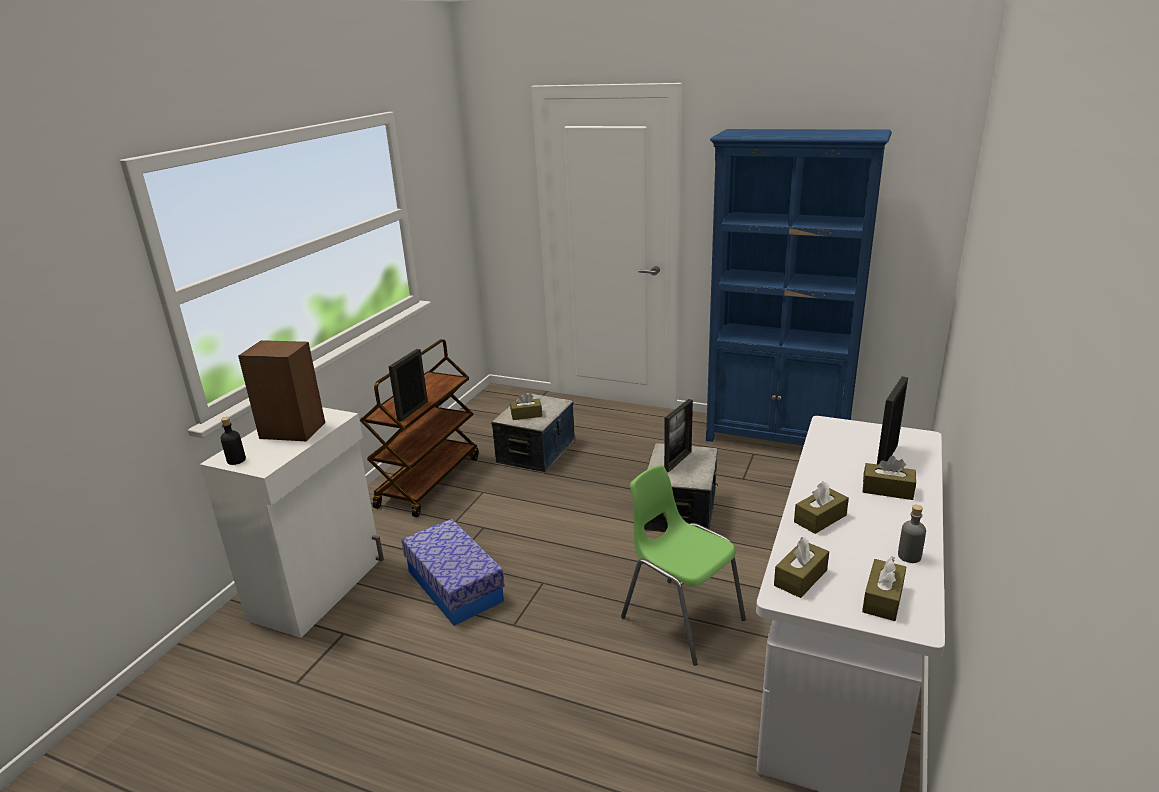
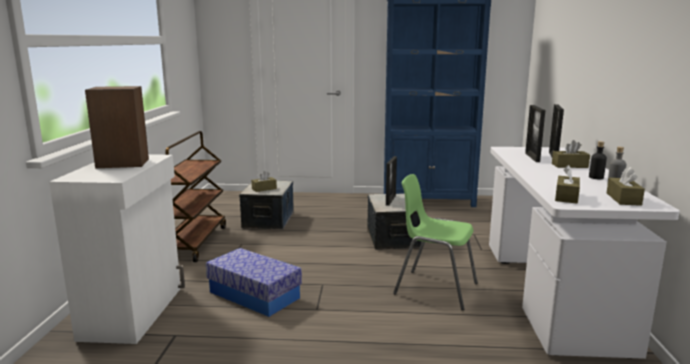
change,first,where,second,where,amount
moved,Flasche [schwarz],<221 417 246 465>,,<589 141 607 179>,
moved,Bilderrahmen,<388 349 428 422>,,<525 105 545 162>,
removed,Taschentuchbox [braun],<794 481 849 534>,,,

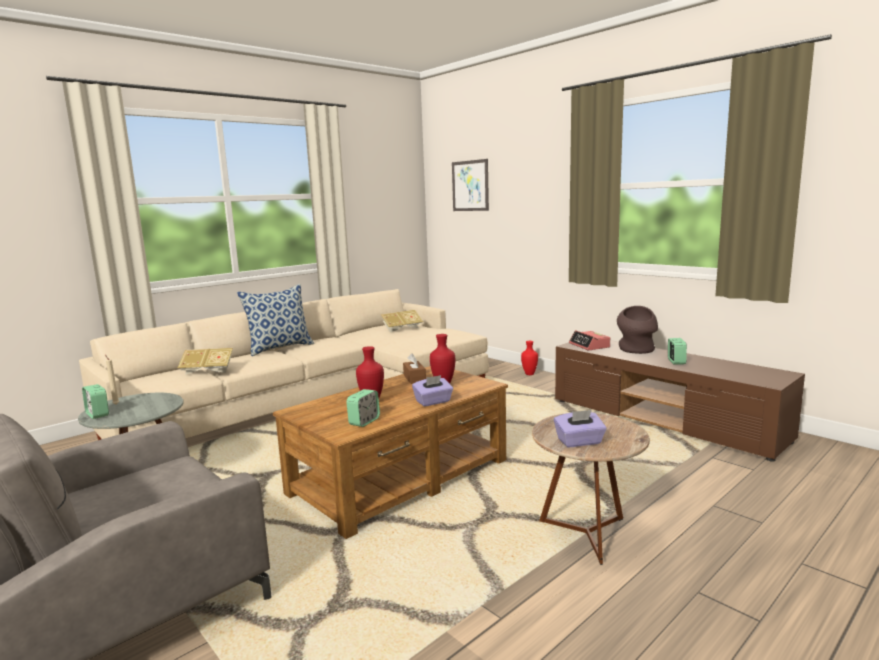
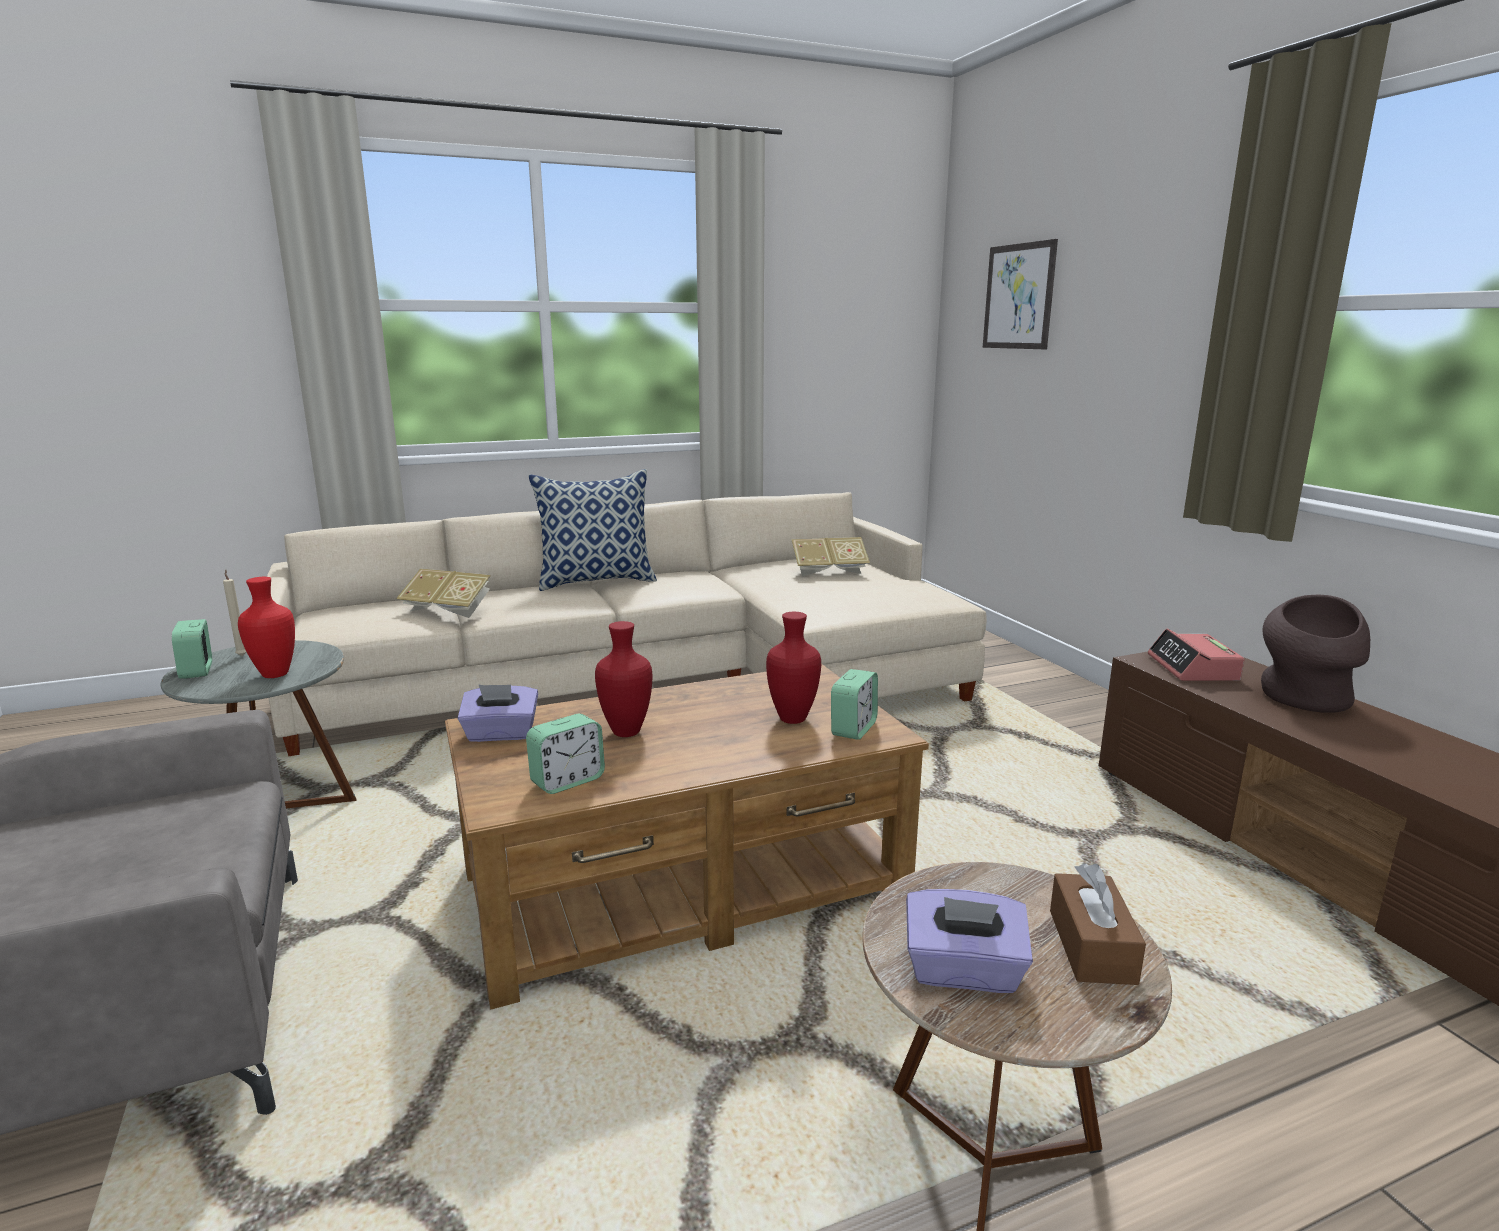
change,first,where,second,where,amount
moved,Taschentuchbox [braun],<403 353 426 384>,,<1050 863 1146 985>,
moved,Taschentuchbox [lila],<412 375 453 406>,,<458 685 538 742>,
moved,Vase [rot],<521 341 538 375>,,<238 577 295 678>,
moved,Wecker,<668 338 687 365>,,<831 669 878 740>,

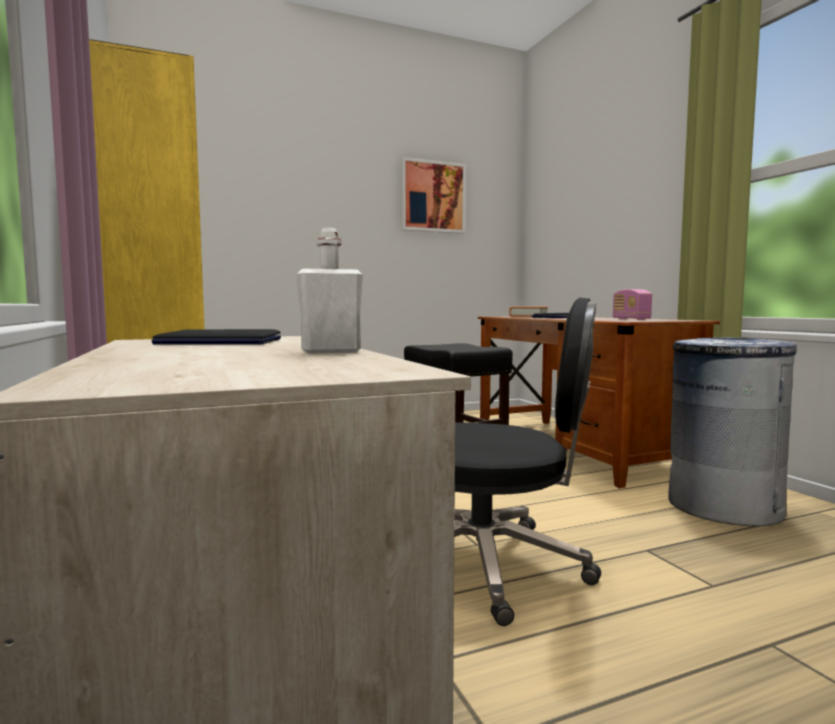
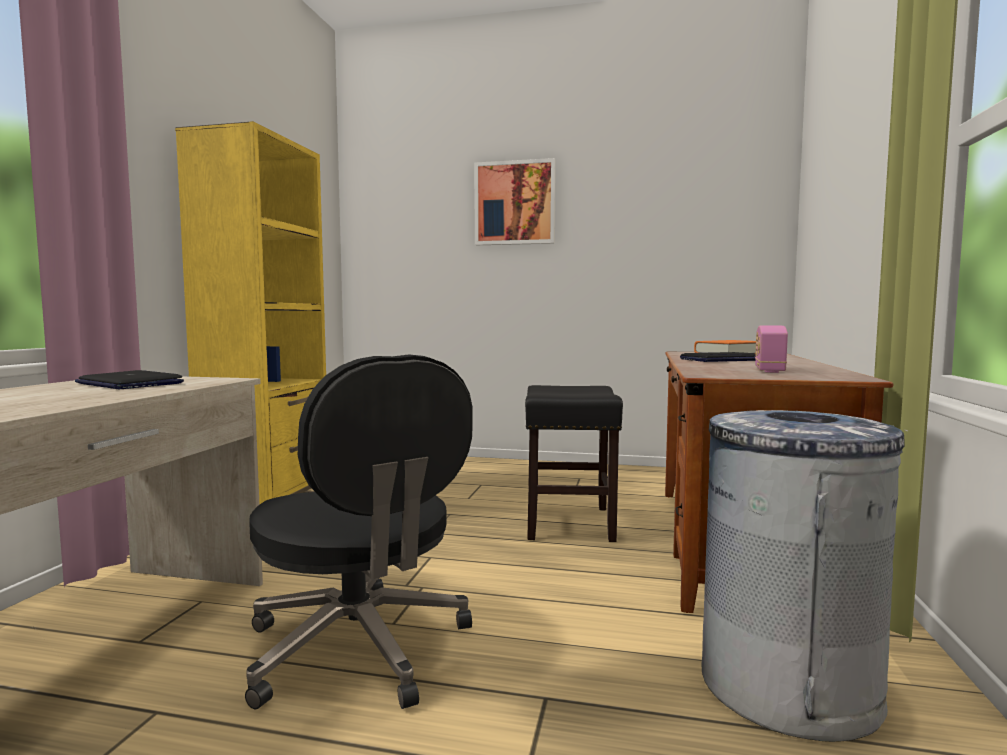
change,first,where,second,where,amount
removed,Flasche [weiß],<296 228 363 354>,,,
moved,Bild,<401 157 466 234>,,<474 158 556 245>,

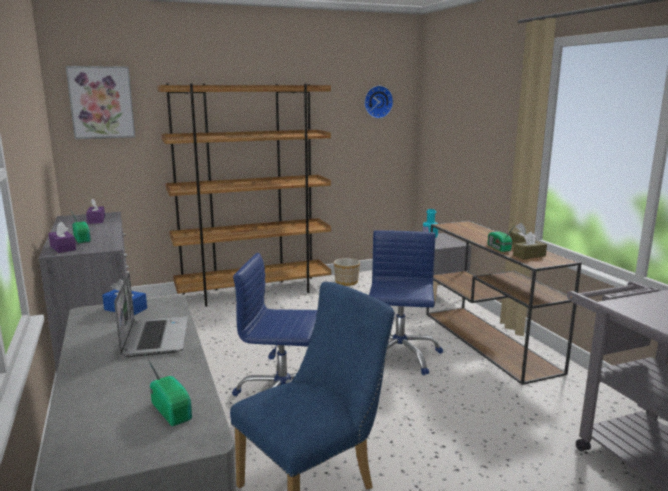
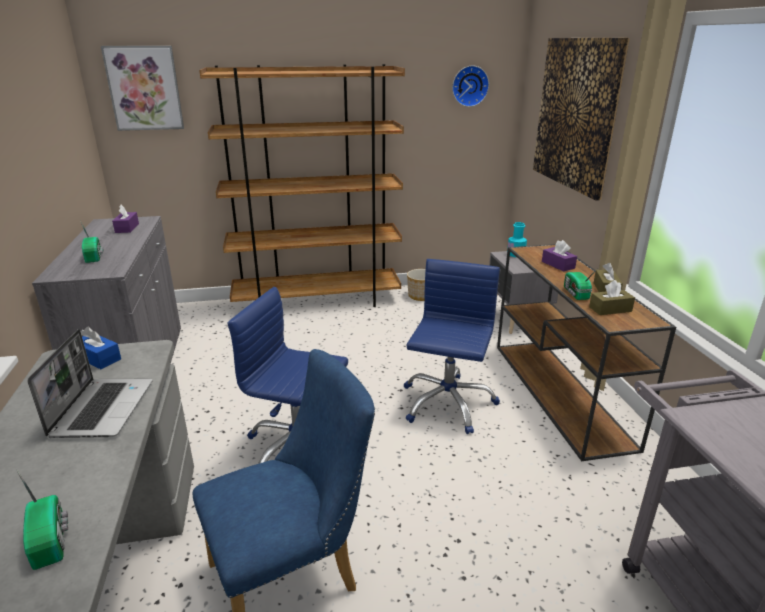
change,first,where,second,where,amount
moved,Taschentuchbox [lila],<48 222 76 253>,,<542 240 577 272>,
added,,,Bild,<533 38 630 200>,

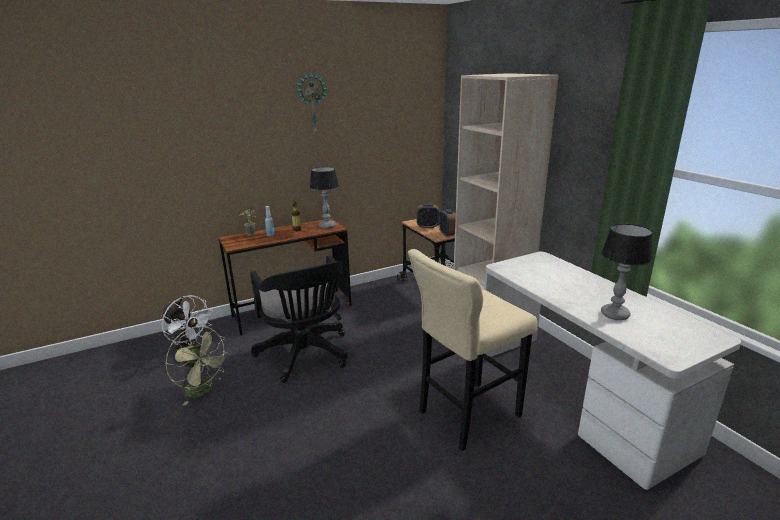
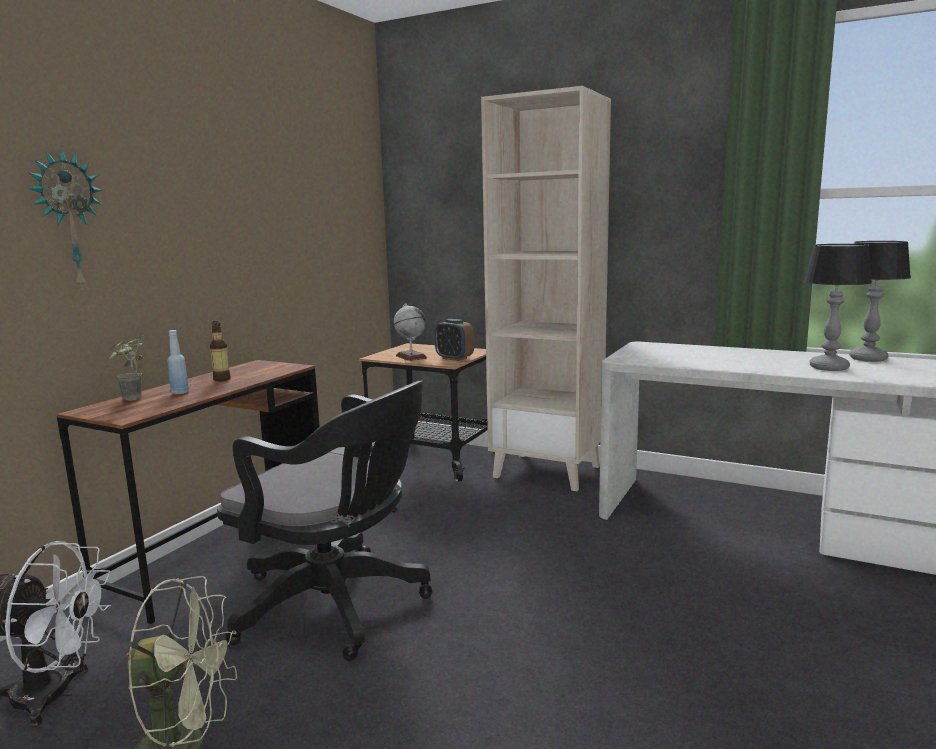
change,first,where,second,where,amount
moved,Wanduhr,<296 73 327 135>,,<28 149 102 291>,
moved,Tischlampe,<310 167 339 229>,,<849 241 911 362>,
removed,Hocker [beige],<408 249 537 451>,,,
replaced,Wecker,<417 204 439 228>,Globus,<394 303 427 361>,

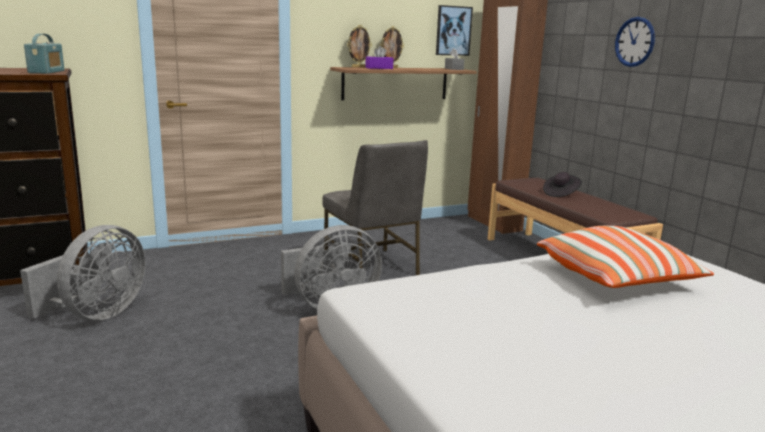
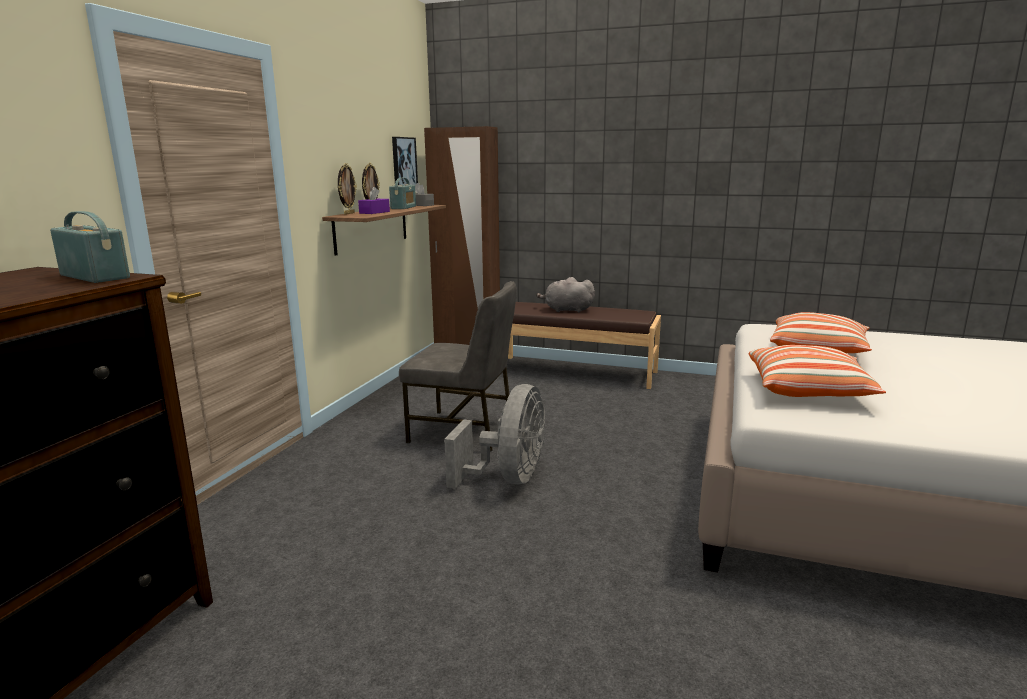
change,first,where,second,where,amount
removed,Ventilator [grau],<20 225 146 320>,,,
replaced,Hut [schwarz],<543 172 582 197>,Plüschtier [grau],<536 277 595 312>,
removed,Wanduhr,<615 17 655 67>,,,
added,,,Radio,<389 178 416 209>,
added,,,Kissen,<748 345 886 397>,

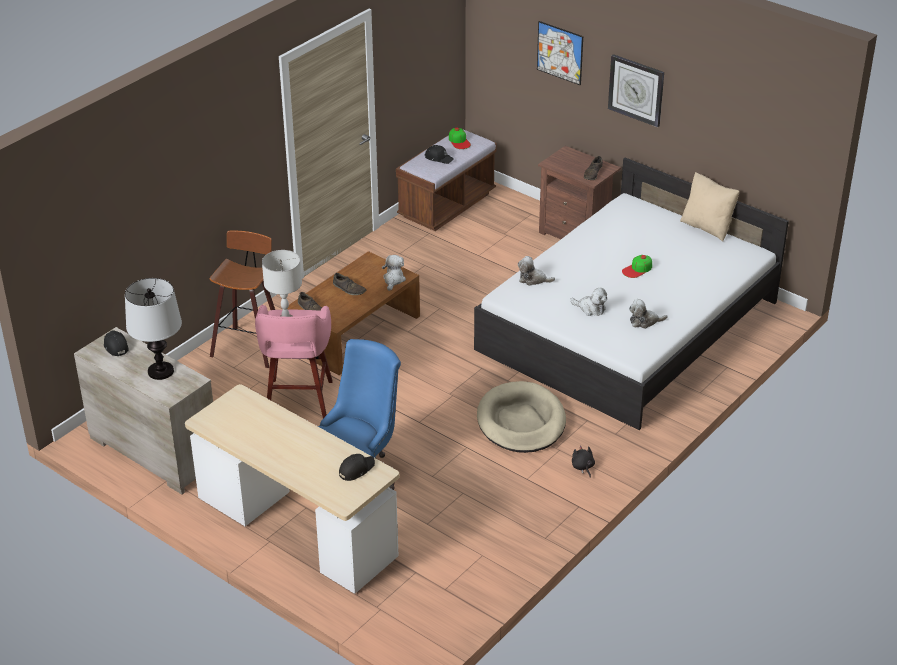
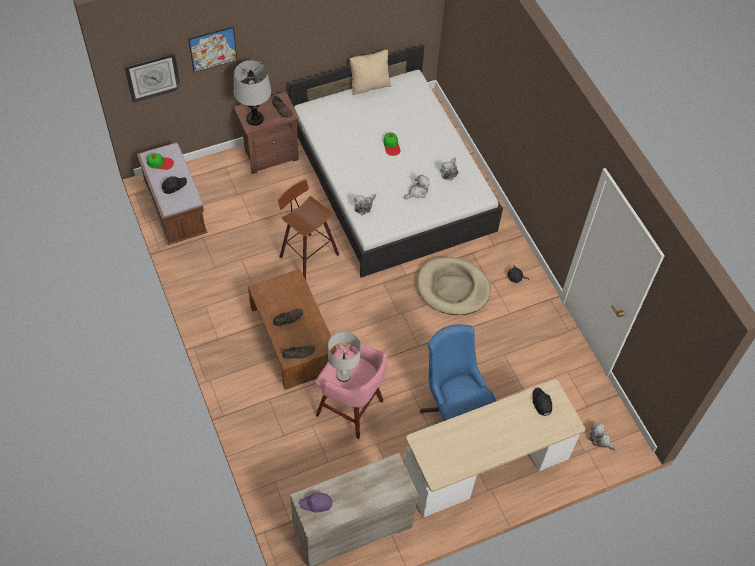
change,first,where,second,where,amount
recoloured,Kappe [schwarz],<104 330 129 356>,Kappe [lila],<299 493 332 512>,
moved,Tischlampe,<125 278 182 380>,,<234 60 271 126>,
moved,Hocker,<210 231 275 368>,,<278 179 339 280>,
moved,Plüschtier,<382 255 406 291>,,<588 423 617 451>,
moved,Wanduhr,<608 54 664 127>,,<124 52 181 103>,

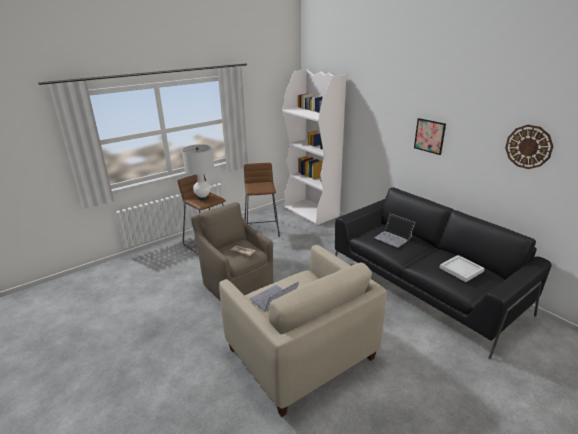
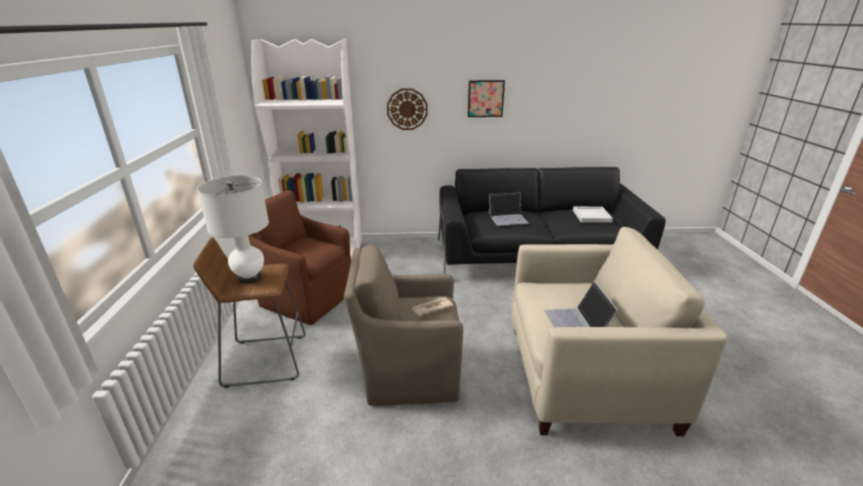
change,first,where,second,where,amount
replaced,Hocker [braun],<244 163 280 237>,Sessel [braun],<248 191 351 325>,
moved,Wanduhr,<505 125 553 169>,,<387 88 428 130>,

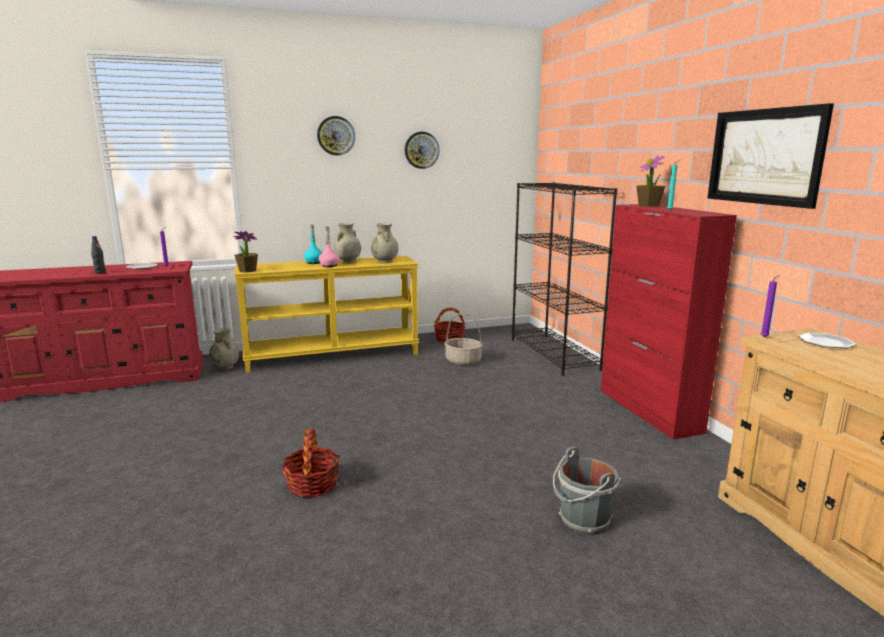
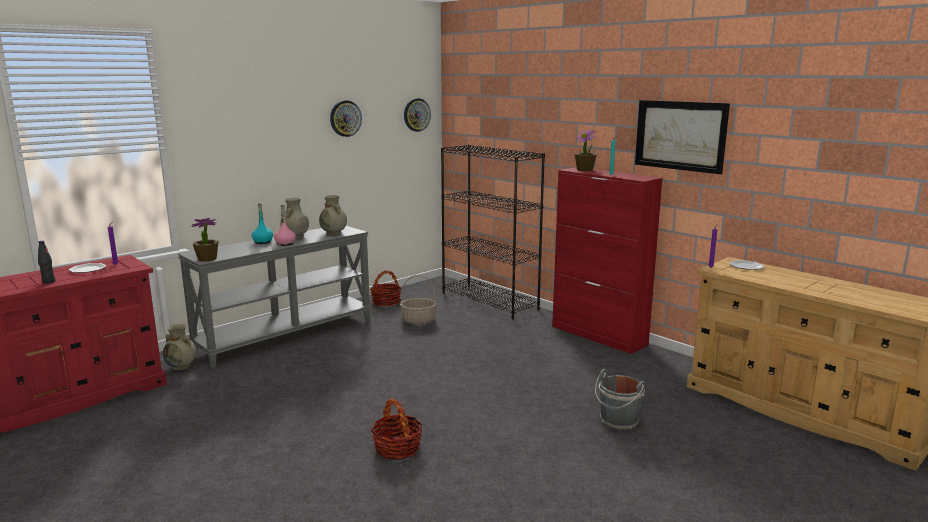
change,first,where,second,where,amount
recoloured,Konsolentisch [gelb],<234 256 419 373>,Konsolentisch [grau],<178 226 371 368>,
moved,Wanduhr,<317 116 355 155>,,<404 98 431 132>,

